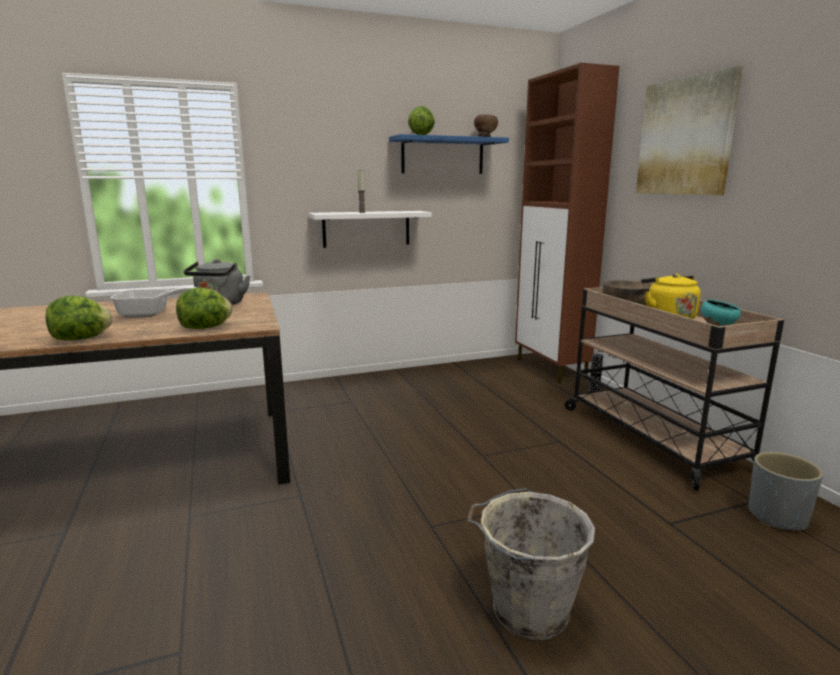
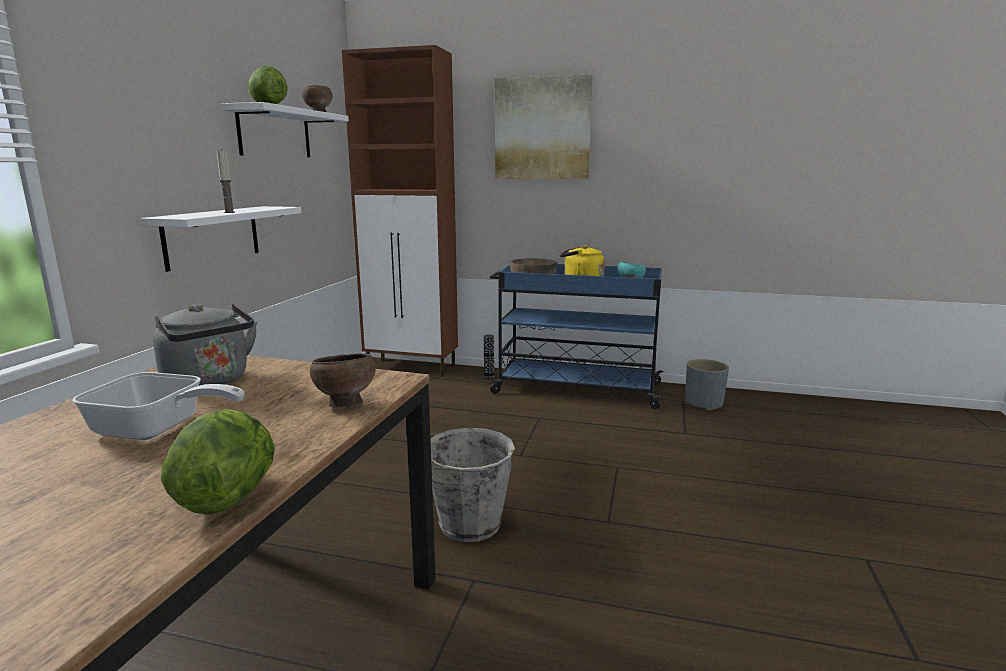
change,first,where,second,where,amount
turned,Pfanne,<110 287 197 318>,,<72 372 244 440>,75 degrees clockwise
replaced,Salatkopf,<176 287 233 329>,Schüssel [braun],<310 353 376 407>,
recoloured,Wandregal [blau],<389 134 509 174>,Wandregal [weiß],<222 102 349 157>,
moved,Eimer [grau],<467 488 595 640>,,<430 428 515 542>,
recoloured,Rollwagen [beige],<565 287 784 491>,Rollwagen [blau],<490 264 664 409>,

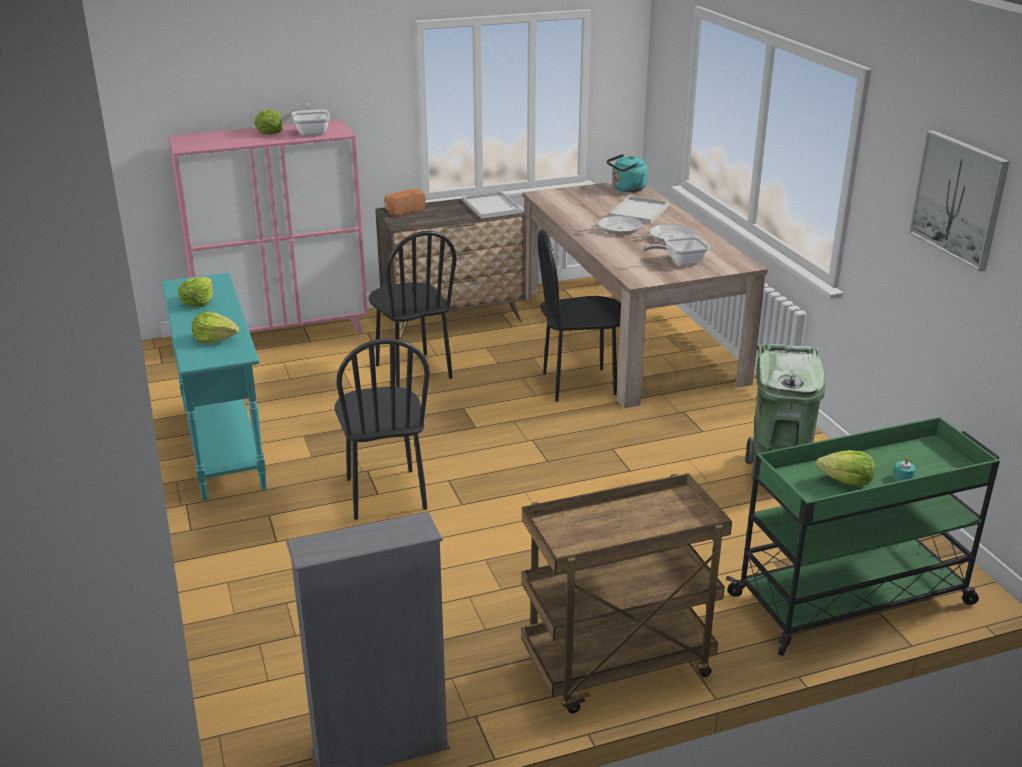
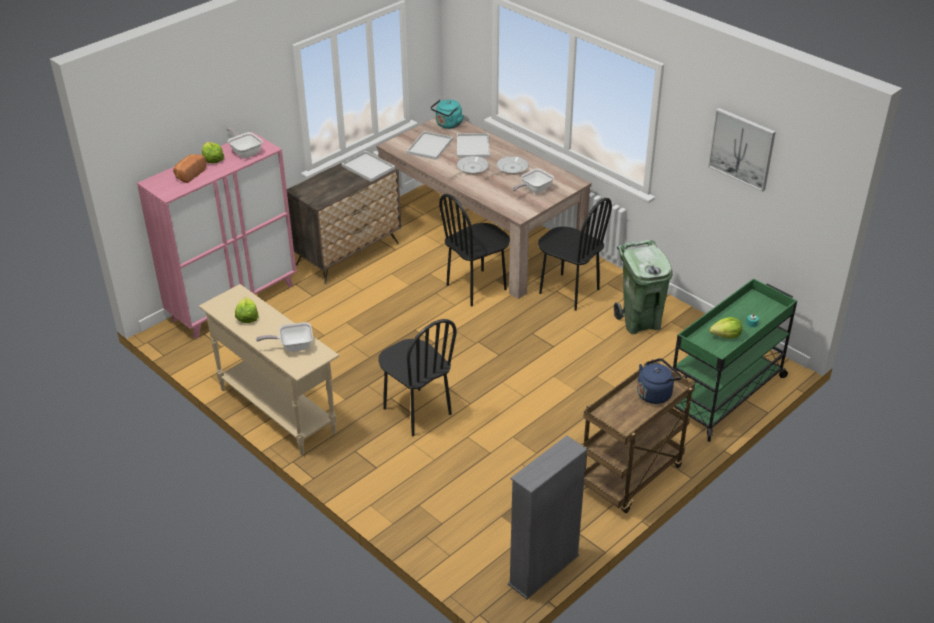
change,first,where,second,where,amount
recoloured,Konsolentisch [türkis],<162 273 267 501>,Konsolentisch [beige],<199 284 339 455>,
replaced,Salatkopf,<192 311 239 343>,Pfanne,<256 322 313 352>,
moved,Stuhl [schwarz],<369 231 457 387>,,<538 198 612 311>,
moved,Brot,<385 189 426 216>,,<173 154 206 183>,
added,,,Tablett [weiß],<407 131 453 160>,
added,,,Wasserkessel [blau],<637 358 682 404>,

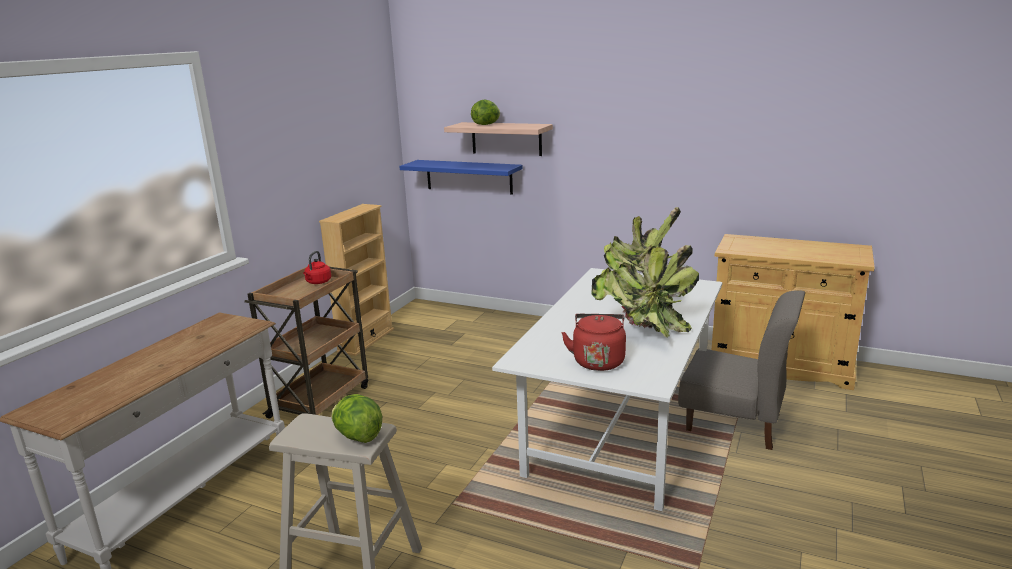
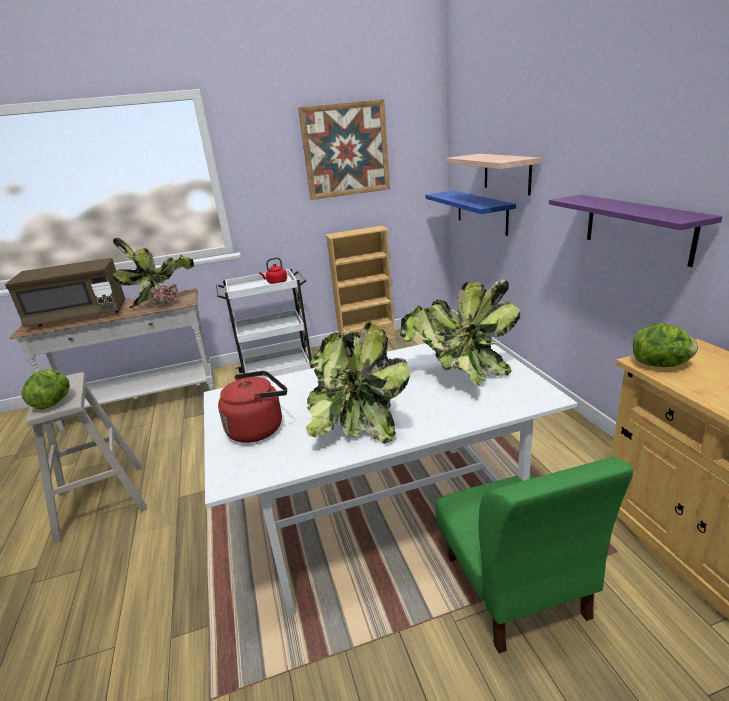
change,first,where,second,where,amount
recoloured,Rollwagen [braun],<245 266 368 419>,Rollwagen [weiß],<216 268 313 379>,
moved,Salatkopf,<471 100 500 125>,,<633 323 698 367>,
recoloured,Stuhl [grau],<678 290 805 450>,Stuhl [grün],<435 457 633 654>,
added,,,Mikrowelle [braun],<5 258 125 327>,
added,,,Topfpflanze,<112 238 194 308>,
added,,,Bild,<298 99 390 200>,
added,,,Wandregal [lila],<549 195 722 267>,

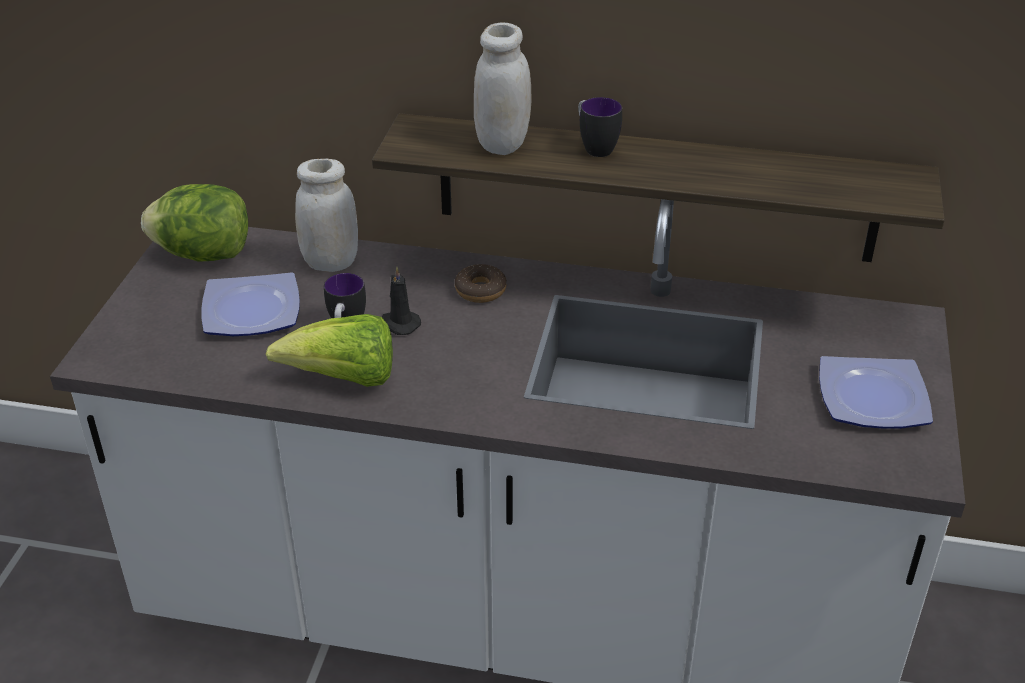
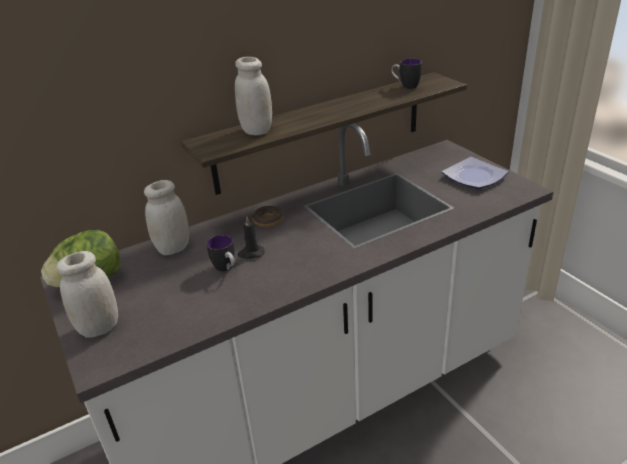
change,first,where,second,where,amount
removed,Teller,<201 272 300 336>,,,
removed,Salatkopf,<266 314 393 387>,,,
moved,Henkelbecher,<578 97 622 157>,,<391 59 422 89>,
added,,,Vorratsglas [weiß],<56 251 118 338>,

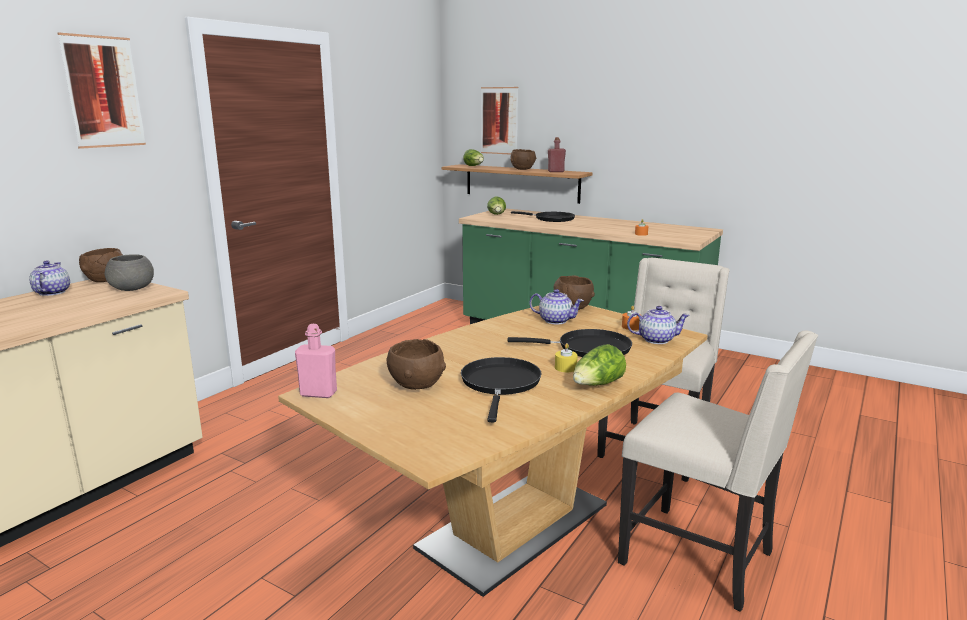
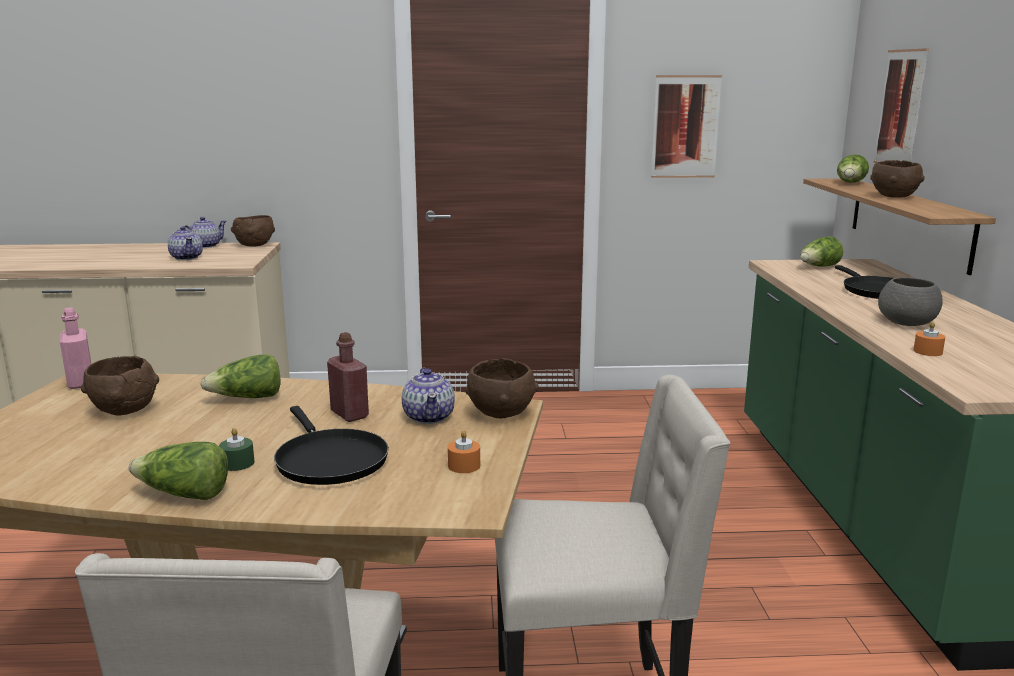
change,first,where,second,where,amount
moved,Bild,<58 33 146 149>,,<651 75 722 178>,
moved,Schüssel [grau],<105 254 154 291>,,<878 277 943 326>,
removed,Pfanne [schwarz],<461 357 541 422>,,,
moved,Flasche [rot],<548 137 566 172>,,<327 332 369 422>,
recoloured,Kerze [gelb],<555 343 578 372>,Kerze [grün],<219 428 255 471>,
moved,Teekanne,<627 306 690 344>,,<168 226 203 260>,
added,,,Salatkopf,<200 354 280 398>,

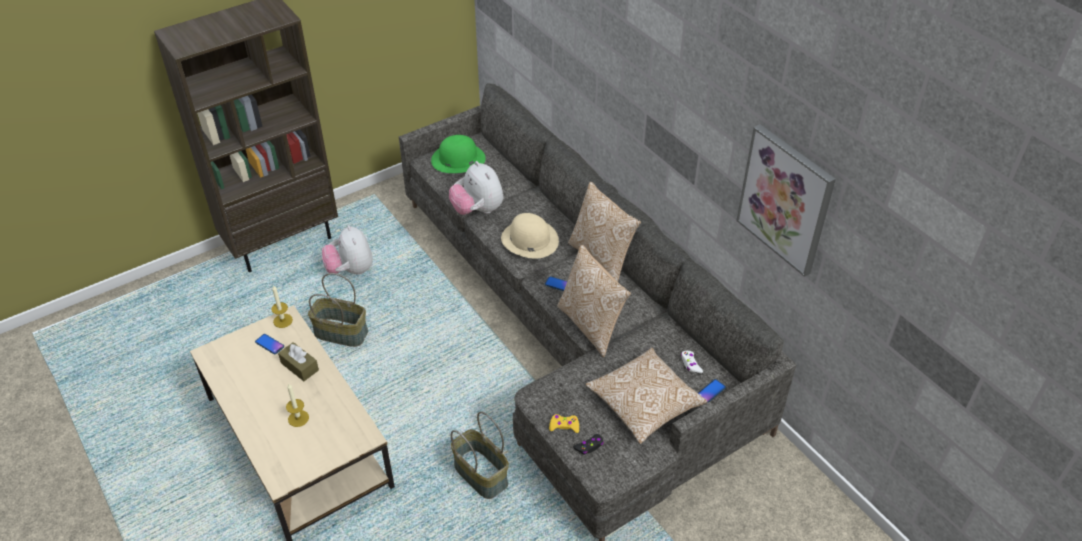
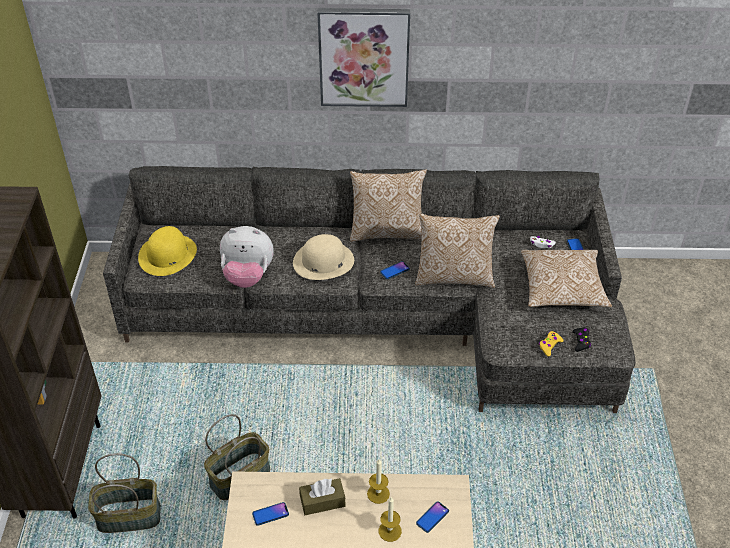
change,first,where,second,where,amount
moved,Kerze,<271 285 293 328>,,<367 459 390 504>,
removed,Plüschtier,<322 225 373 275>,,,
recoloured,Hut [grün],<431 135 486 173>,Hut [gelb],<138 226 197 276>,
moved,Korb,<451 411 509 499>,,<88 453 161 533>,
moved,Bild,<736 124 836 277>,,<317 8 410 107>,
added,,,Handy,<416 502 449 533>,

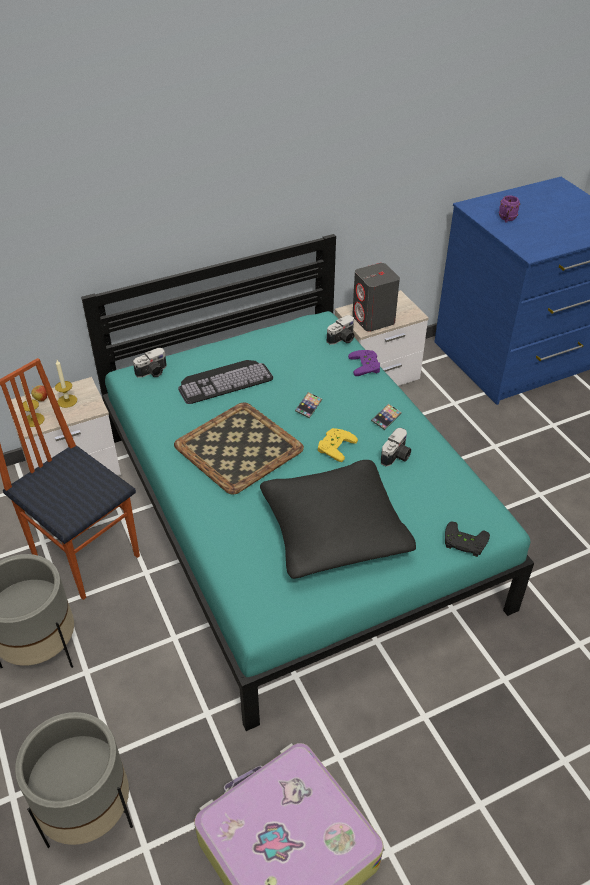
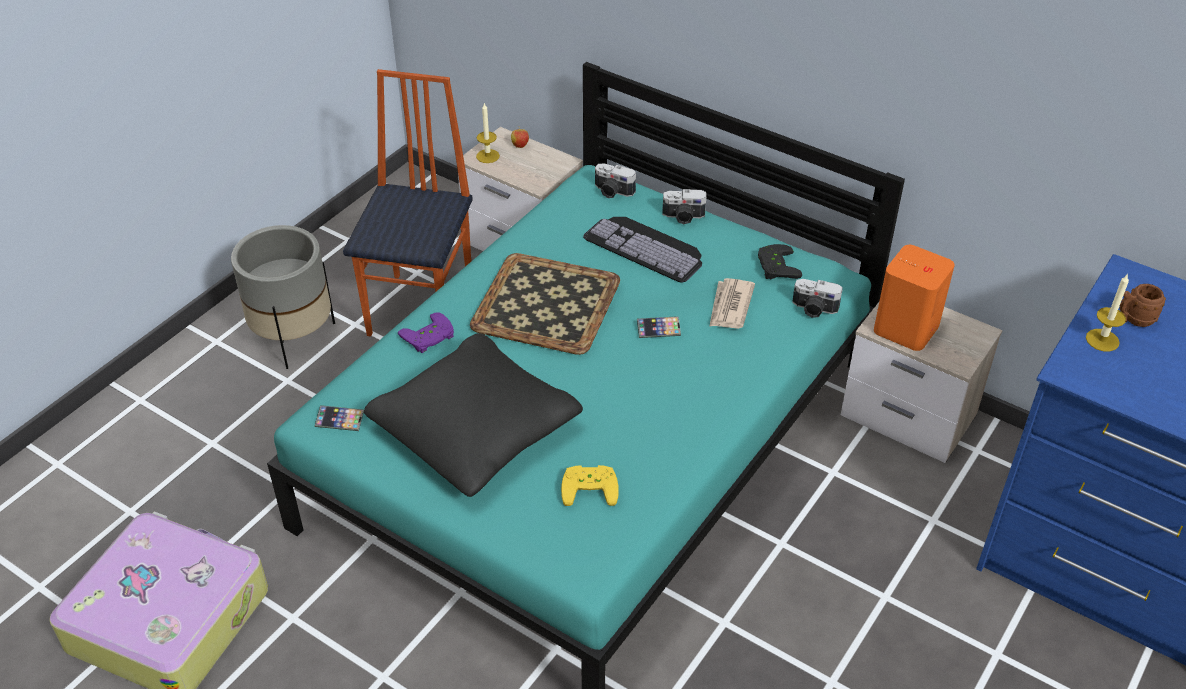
change,first,where,second,where,amount
removed,Pflanzkübel [grau],<15 712 133 848>,,,
moved,Kerze,<55 360 77 408>,,<1086 273 1129 352>,
moved,Gamepad [gelb],<318 428 358 462>,,<561 465 619 506>,
moved,Gamepad [lila],<348 350 380 376>,,<398 312 454 353>,
recoloured,Lautsprecher [grau],<352 263 400 331>,Lautsprecher [orange],<874 245 955 351>,
moved,Handy,<371 404 401 430>,,<315 405 364 431>,
moved,Kamera,<381 428 411 467>,,<662 189 706 224>,
moved,Gamepad [schwarz],<445 521 490 557>,,<758 244 802 280>,
recoloured,Henkelbecher [lila],<499 195 520 223>,Henkelbecher [braun],<1120 284 1166 327>,
added,,,Zeitung,<709 278 755 329>,

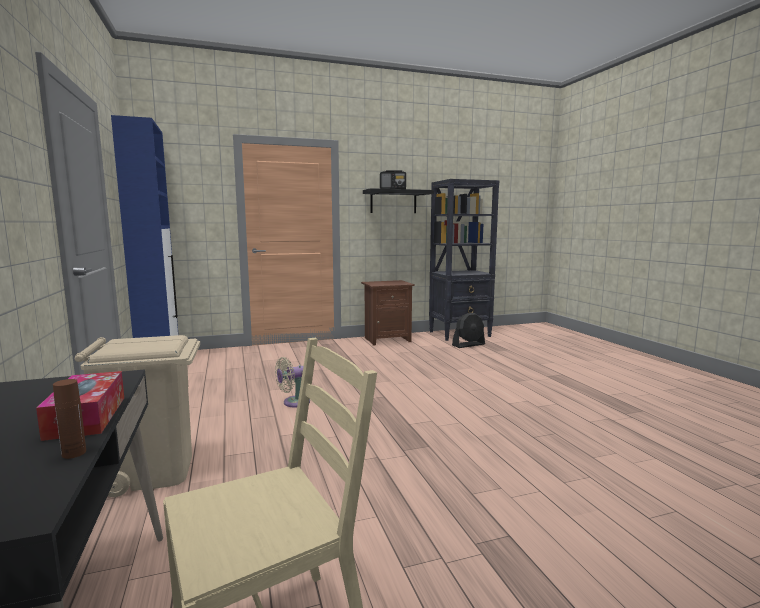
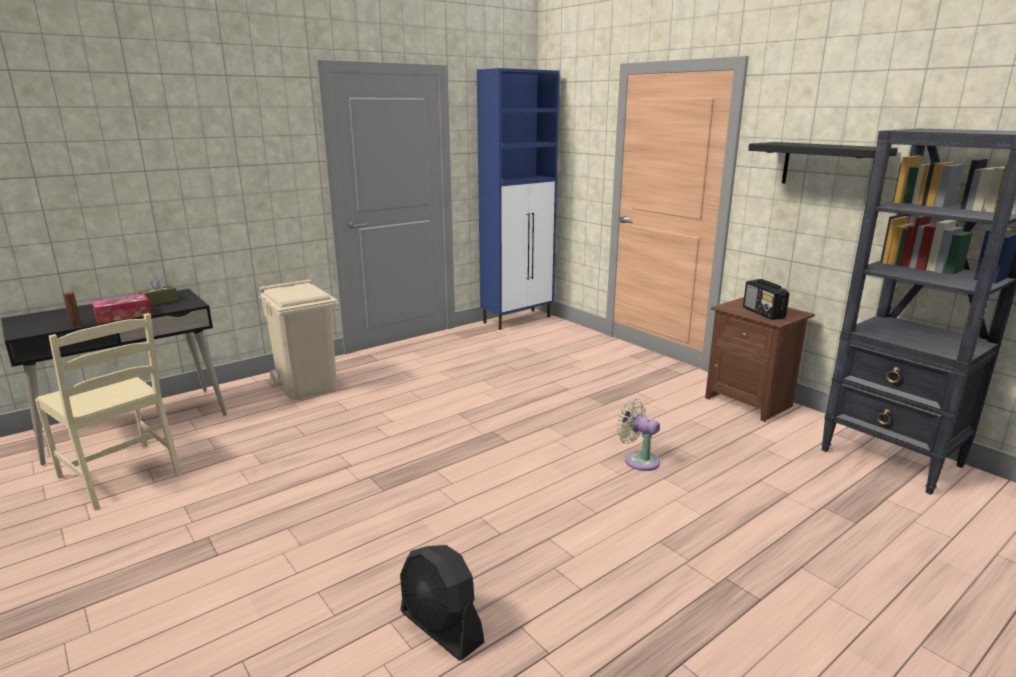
change,first,where,second,where,amount
moved,Ventilator [beige],<275 357 310 407>,,<616 399 660 471>,
moved,Radio,<380 170 406 189>,,<743 279 790 320>,
moved,Ventilator [schwarz],<452 313 485 348>,,<400 545 484 661>,
added,,,Taschentuchbox [braun],<138 277 178 306>,

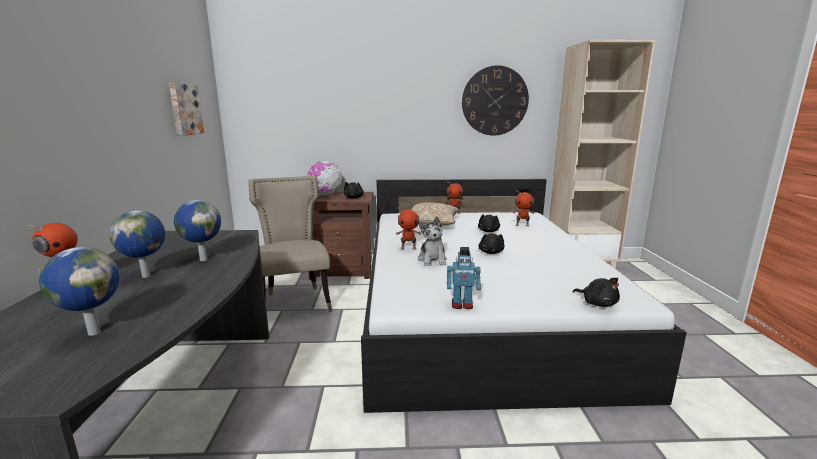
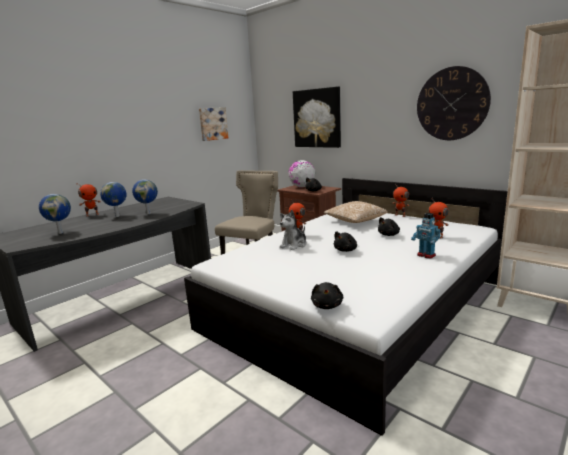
change,first,where,second,where,amount
moved,Spielzeugroboter,<447 247 481 309>,,<411 213 441 259>,
added,,,Bild,<293 87 341 148>,

